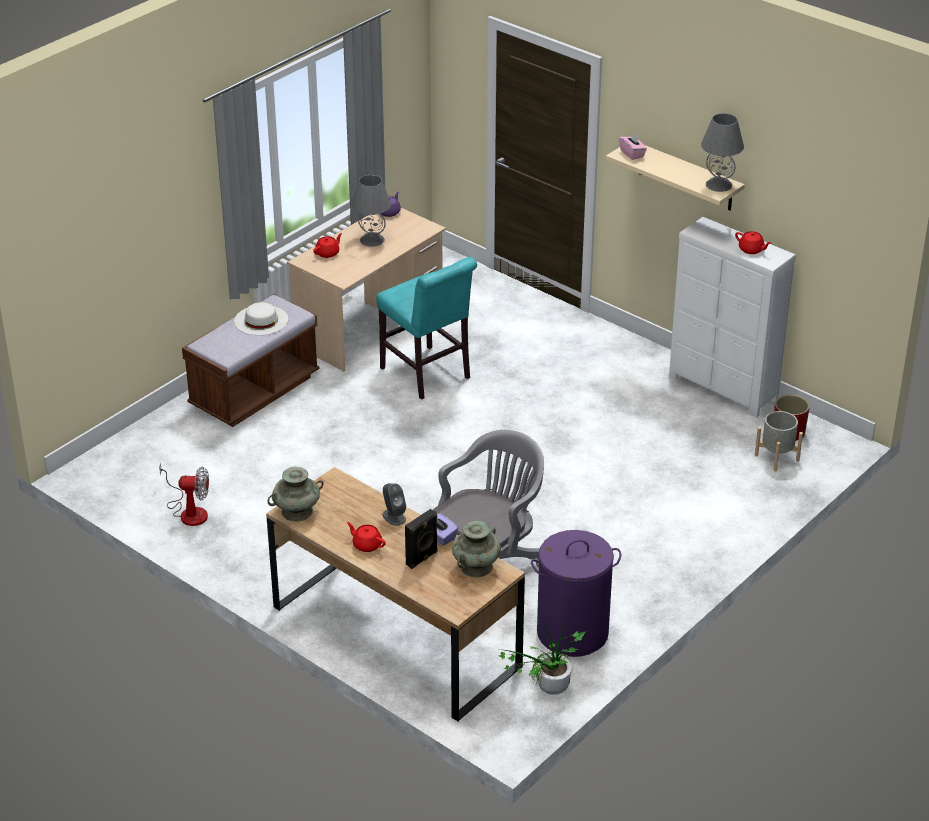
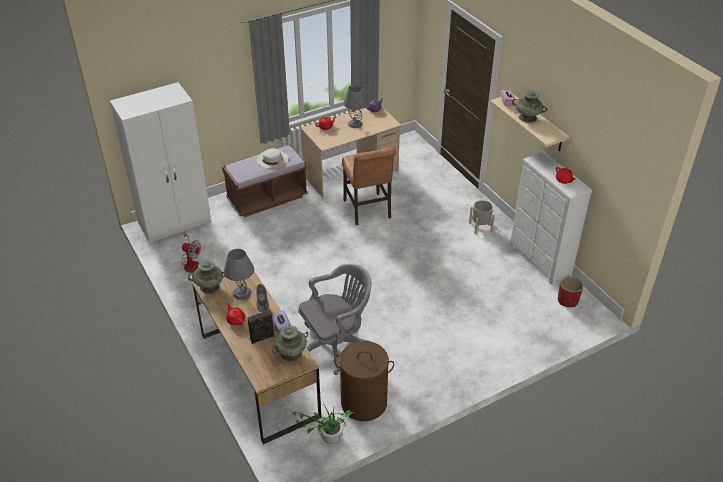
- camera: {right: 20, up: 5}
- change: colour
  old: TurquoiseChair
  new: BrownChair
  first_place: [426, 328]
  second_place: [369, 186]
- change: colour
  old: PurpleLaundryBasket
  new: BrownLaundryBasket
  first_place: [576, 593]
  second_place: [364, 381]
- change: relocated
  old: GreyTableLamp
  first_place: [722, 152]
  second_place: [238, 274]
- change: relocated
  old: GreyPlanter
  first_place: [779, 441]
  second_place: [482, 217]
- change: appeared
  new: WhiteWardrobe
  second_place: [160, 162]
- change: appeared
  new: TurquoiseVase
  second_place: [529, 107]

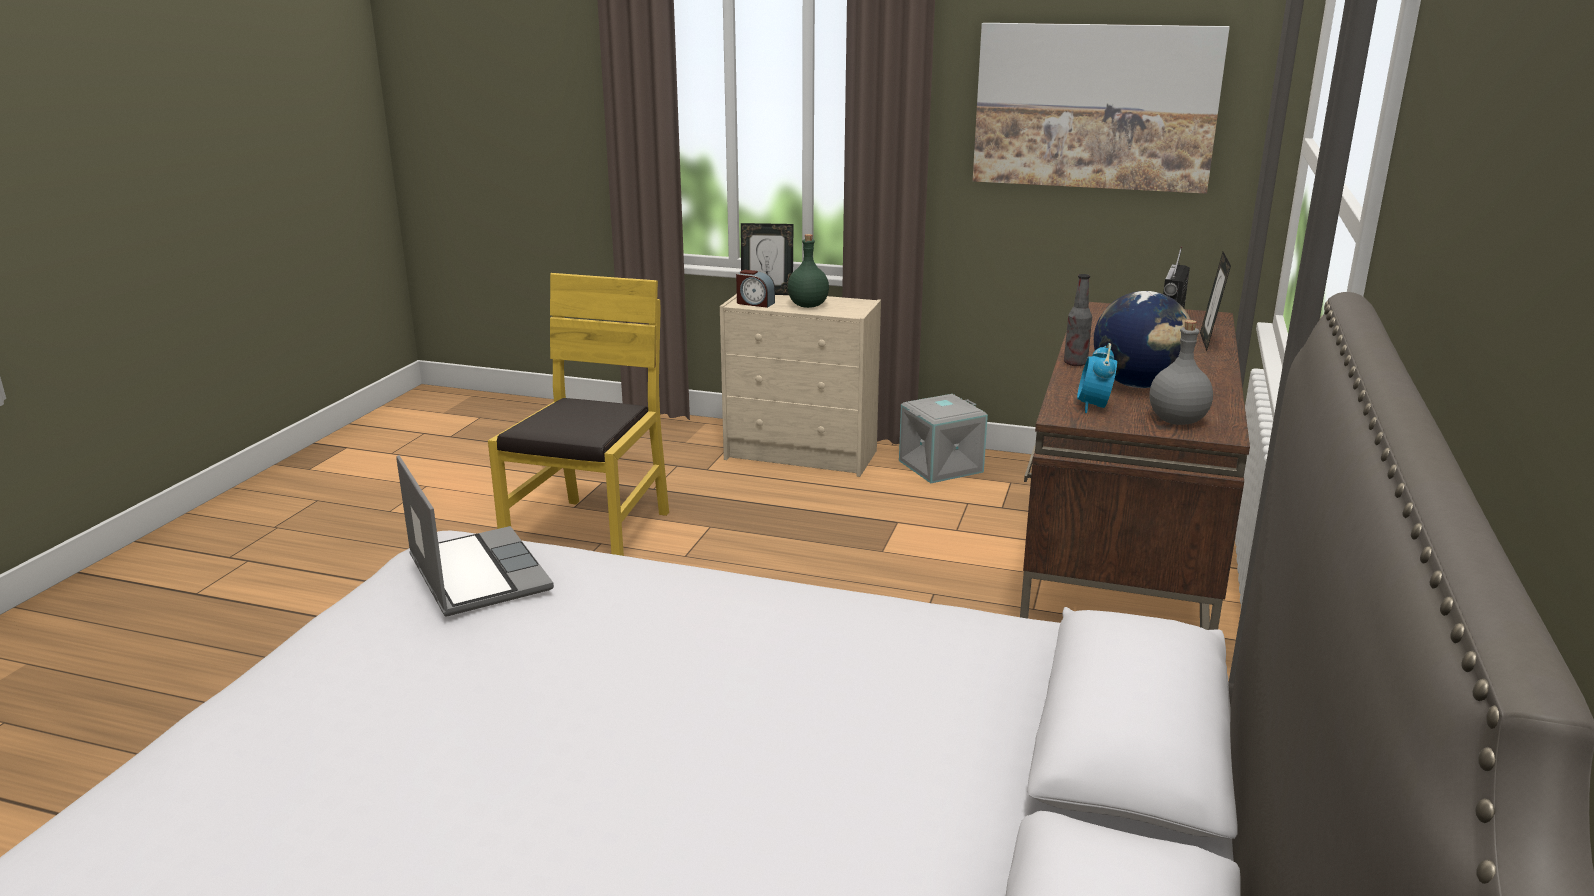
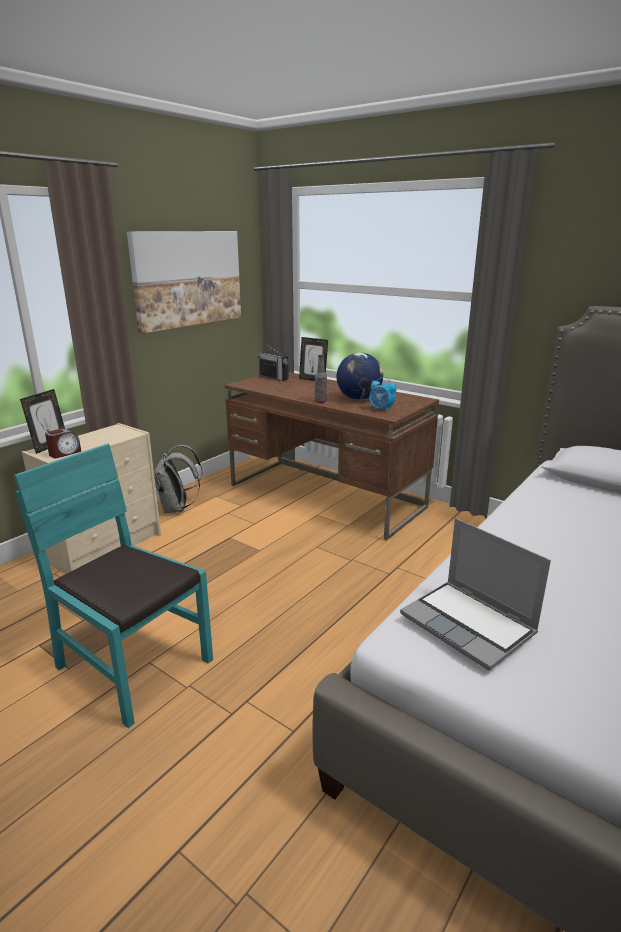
- camera: {right: -70, up: 0}
- change: spun
  old: Laptop
  first_place: [475, 536]
  second_place: [475, 594]
  degrees: -120
- change: colour
  old: YellowChair
  new: TurquoiseChair
  first_place: [578, 414]
  second_place: [113, 586]
- change: missing
  old: GreenBottle
  first_place: [808, 271]
- change: exchanged
  old: GreyStorageBox
  new: GreyBackpack
  first_place: [943, 438]
  second_place: [178, 479]
- change: missing
  old: GreyBottle
  first_place: [1181, 372]

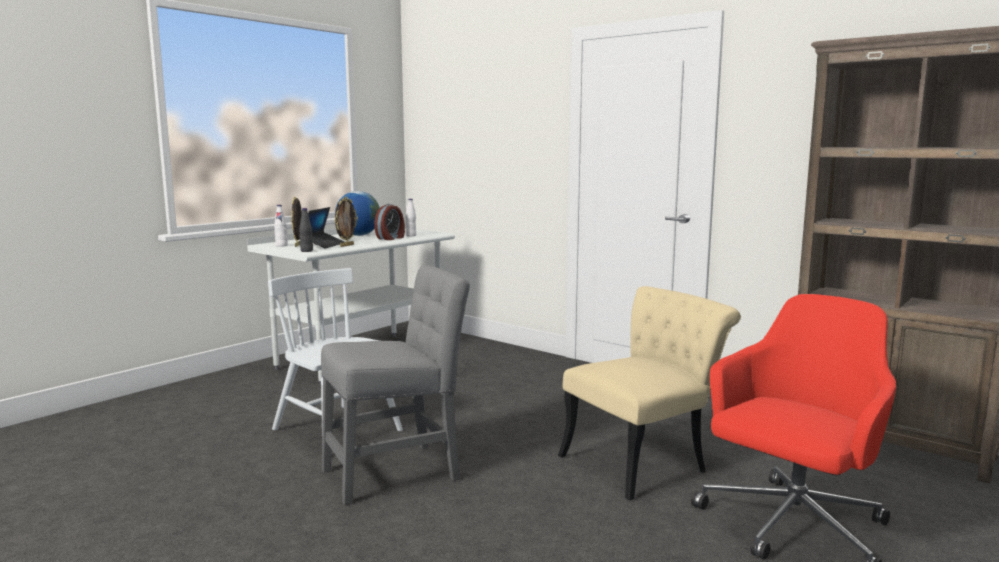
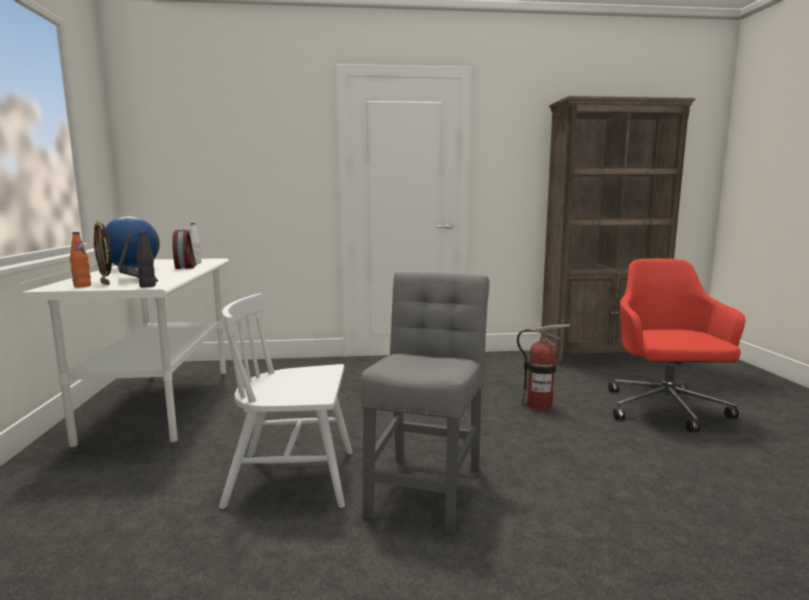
- camera: {right: -45, up: 0}
- change: colour
  old: WhiteBottle
  new: OrangeBottle
  first_place: [281, 226]
  second_place: [80, 260]
- change: missing
  old: PictureFrame
  first_place: [346, 221]
- change: exchanged
  old: BeigeChair
  new: FireExtinguisher
  first_place: [649, 393]
  second_place: [543, 367]

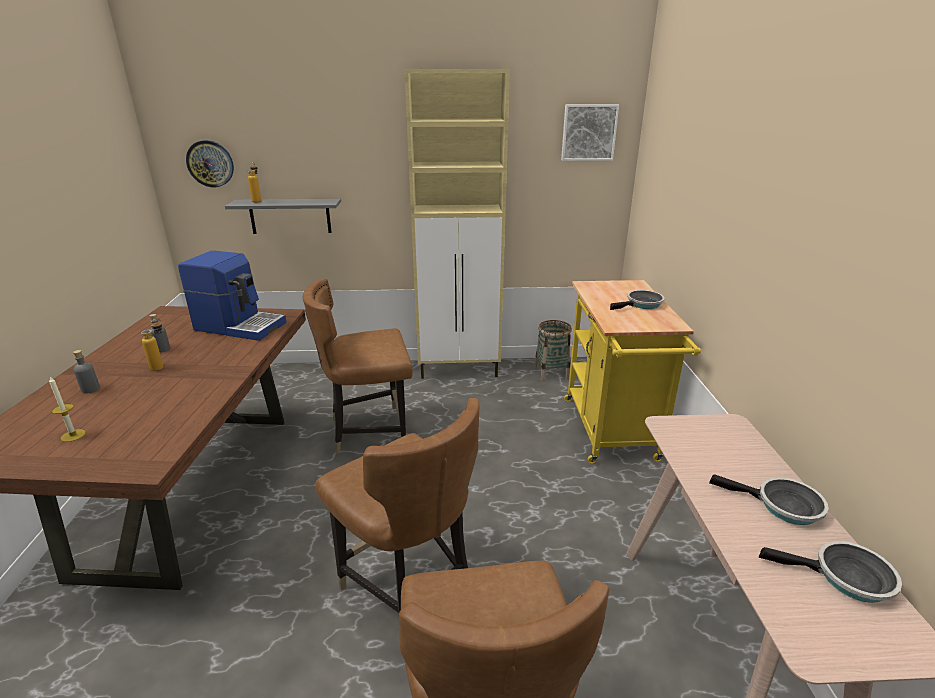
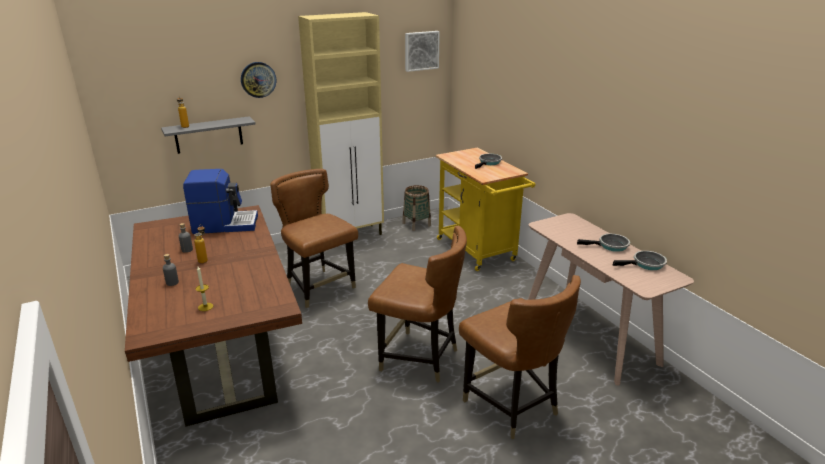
- camera: {right: -25, up: 0}
- change: relocated
  old: WallClock
  first_place: [210, 163]
  second_place: [258, 80]
- change: spun
  old: BrownChair
  first_place: [358, 366]
  second_place: [314, 238]
  degrees: 90

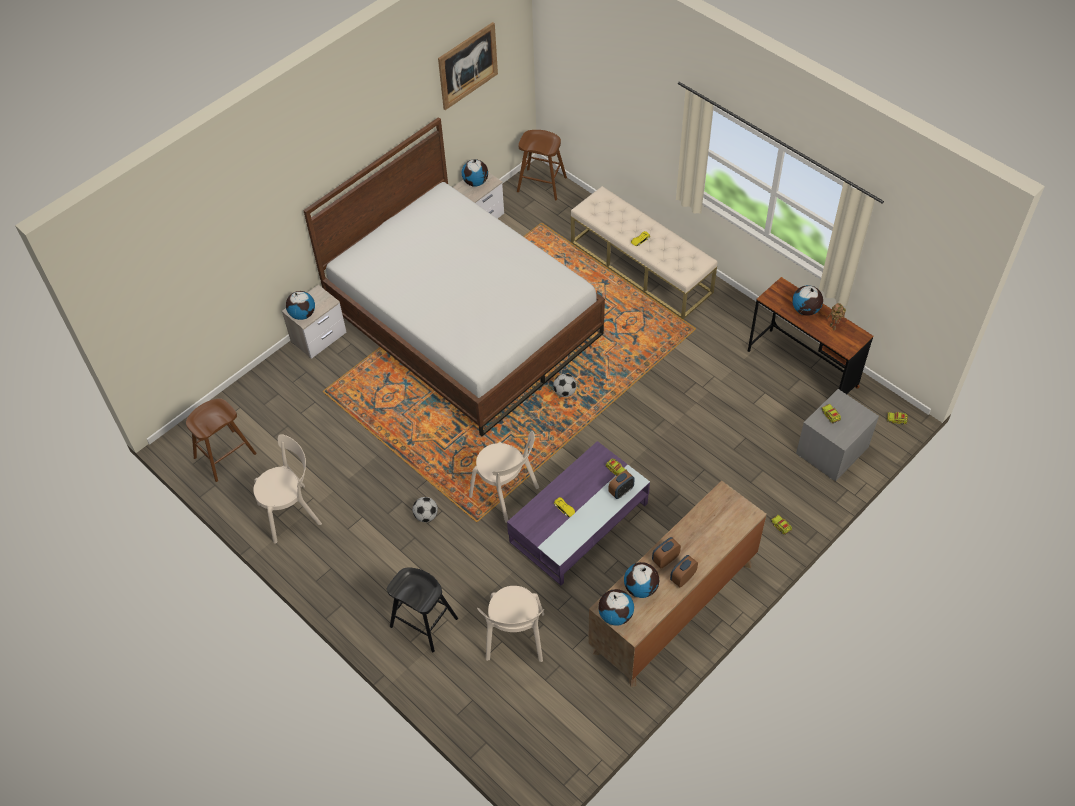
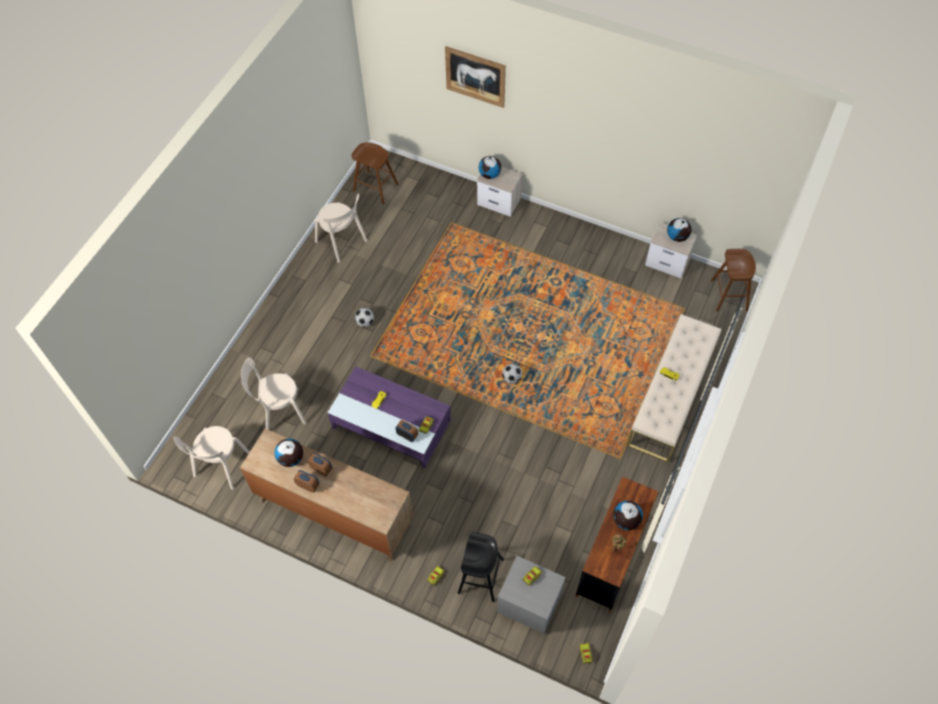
- camera: {right: 70, up: 5}
- change: missing
  old: Bed
  first_place: [454, 277]
- change: relocated
  old: BlackStool
  first_place: [422, 609]
  second_place: [481, 567]
- change: relocated
  old: Picture
  first_place: [468, 66]
  second_place: [475, 77]
- change: relocated
  old: BeigeChair
  first_place: [504, 477]
  second_place: [212, 458]
- change: missing
  old: Globe
  first_place: [616, 607]

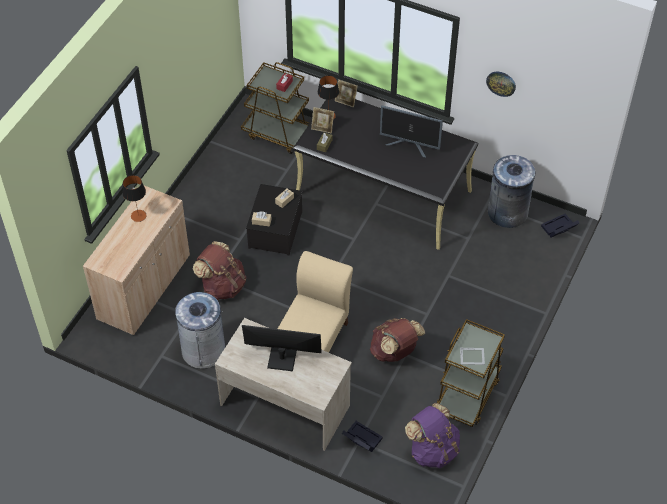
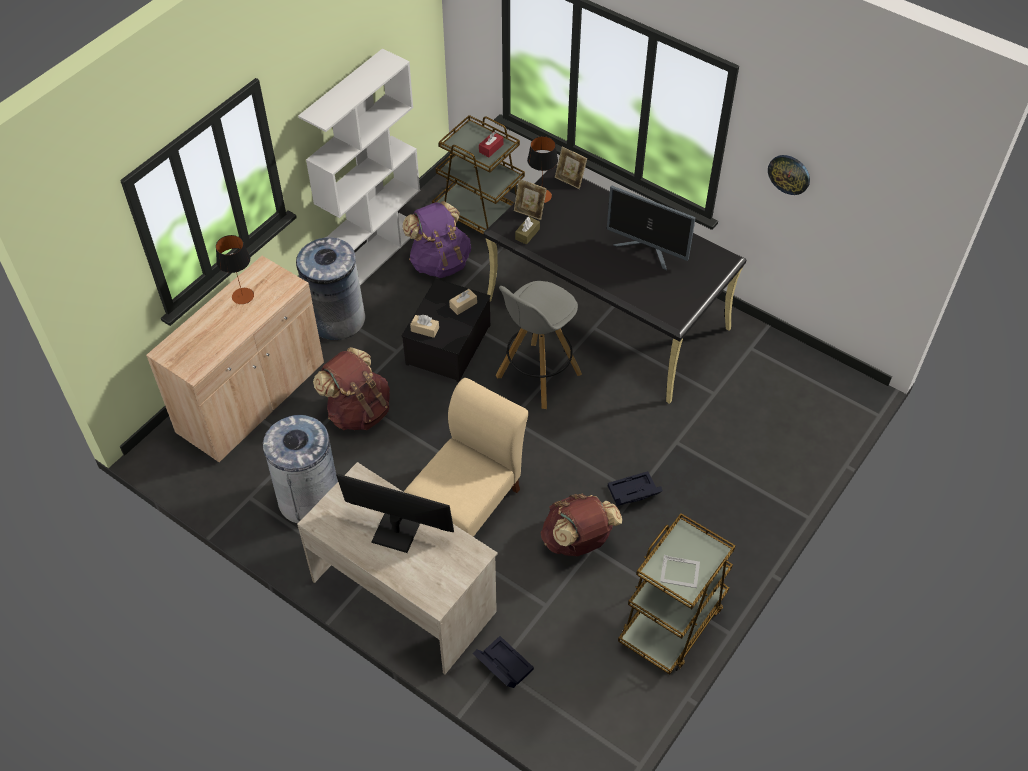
- camera: {right: 10, up: 0}
- change: relocated
  old: PurpleBackpack
  first_place: [432, 435]
  second_place: [436, 239]
- change: relocated
  old: GreyTrashCan
  first_place: [511, 191]
  second_place: [330, 288]
- change: relocated
  old: BlackStorageBox
  first_place: [560, 225]
  second_place: [635, 488]
- change: appeared
  new: WhiteBookcase
  second_place: [359, 166]
- change: appeared
  new: GreyStool
  second_place: [539, 345]

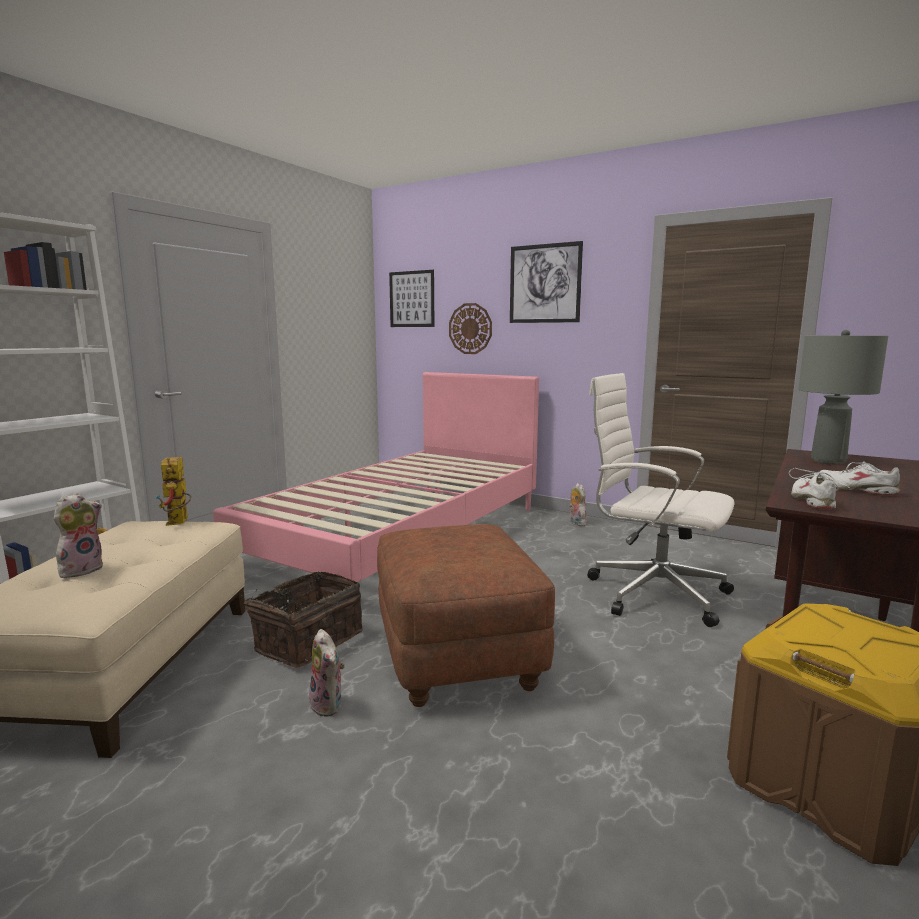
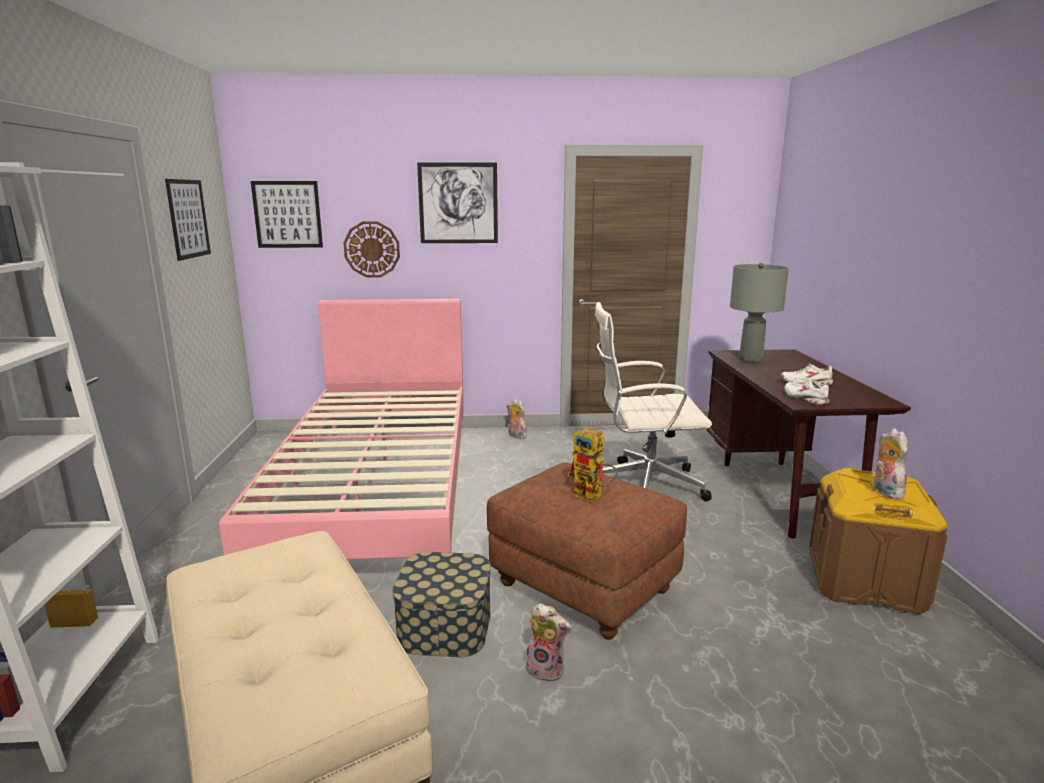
- camera: {right: -35, up: 5}
- change: relocated
  old: PlushToy
  first_place: [78, 535]
  second_place: [891, 463]
- change: relocated
  old: ToyRobot
  first_place: [173, 491]
  second_place: [592, 465]
- change: exchanged
  old: Basket
  new: StorageBox
  first_place: [302, 620]
  second_place: [441, 604]
- change: appeared
  new: Picture
  second_place: [188, 220]

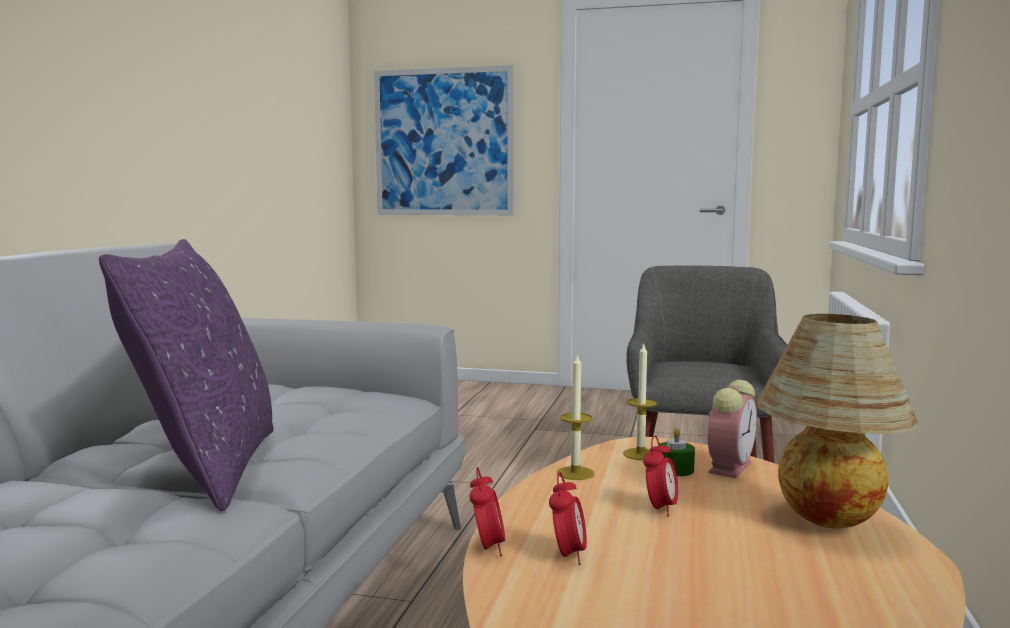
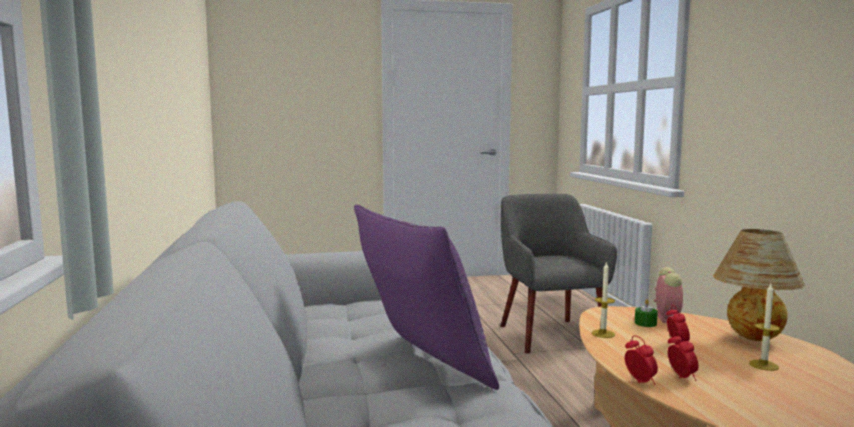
- camera: {right: -25, up: 0}
- change: missing
  old: Picture
  first_place: [444, 140]
- change: relocated
  old: Candle
  first_place: [640, 401]
  second_place: [764, 327]

